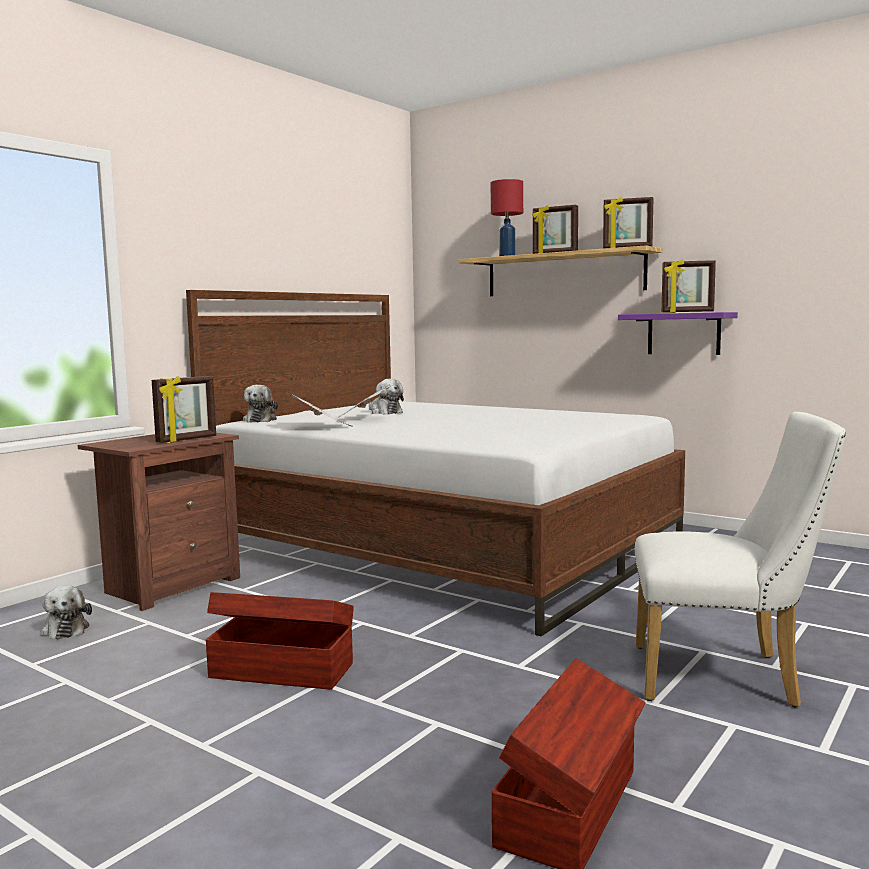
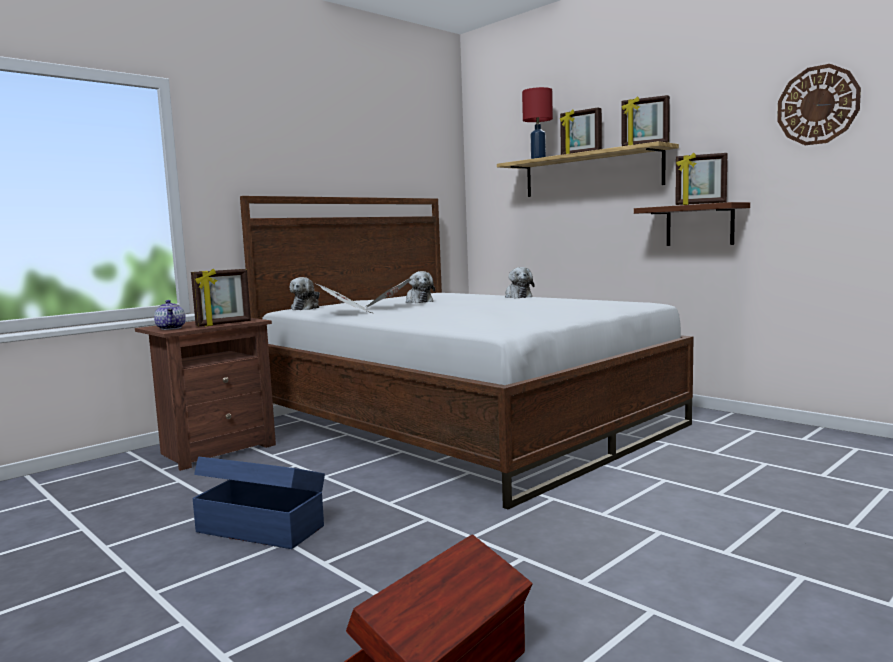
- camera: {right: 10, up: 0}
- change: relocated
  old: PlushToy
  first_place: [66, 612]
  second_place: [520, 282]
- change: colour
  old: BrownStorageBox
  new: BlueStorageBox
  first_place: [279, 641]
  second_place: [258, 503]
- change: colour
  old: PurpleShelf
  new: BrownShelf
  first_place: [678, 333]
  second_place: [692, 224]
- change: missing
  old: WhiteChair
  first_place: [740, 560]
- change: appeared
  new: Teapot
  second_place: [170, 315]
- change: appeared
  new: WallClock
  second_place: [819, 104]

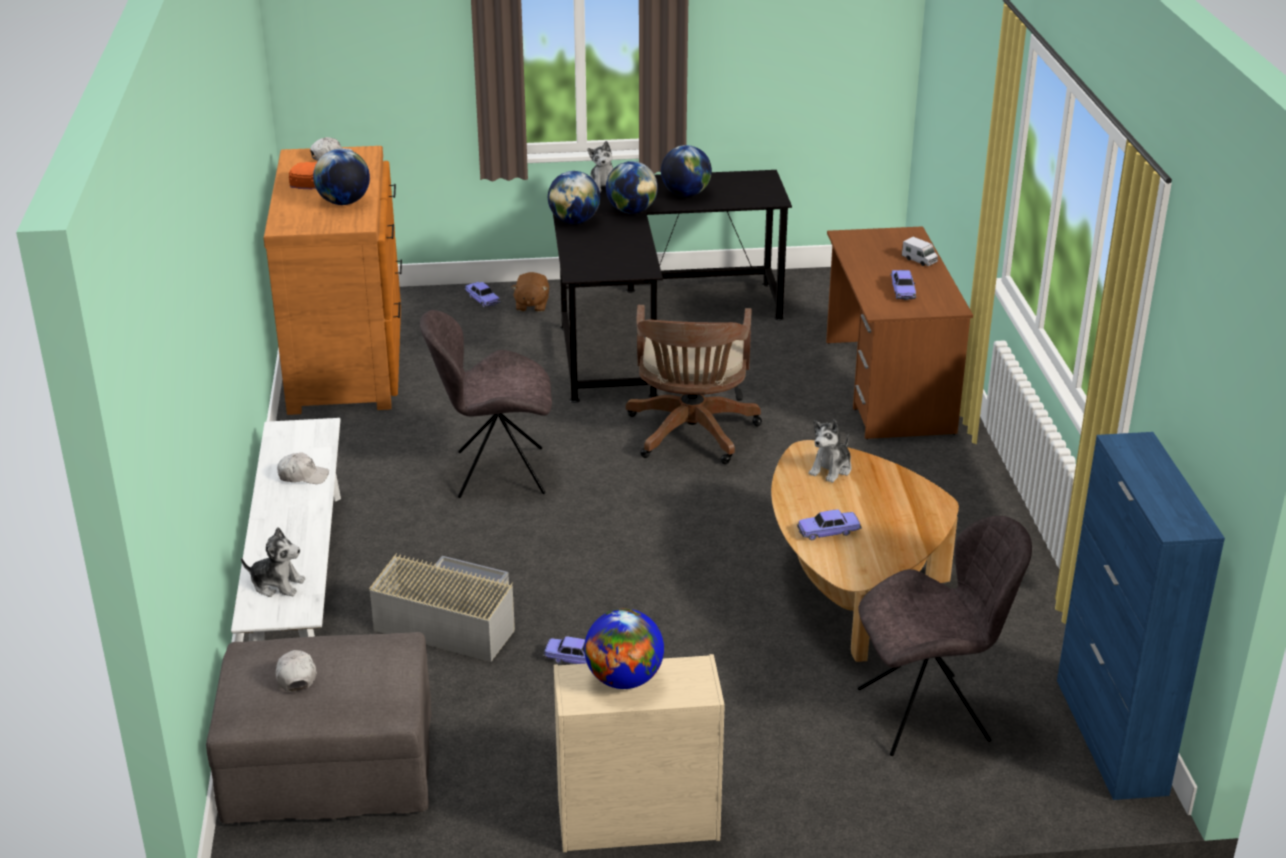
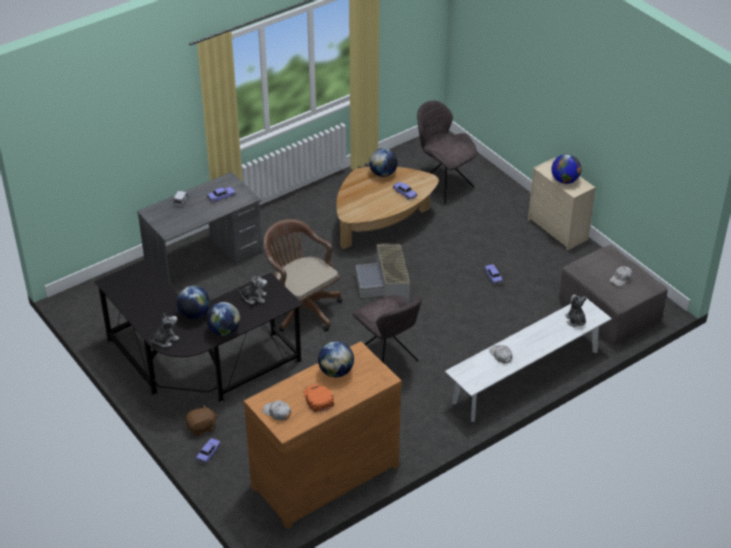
- camera: {right: -120, up: 10}
- change: relocated
  old: GreyStorageBox
  first_place: [442, 607]
  second_place: [383, 272]
- change: spun
  old: BrownOfficeChair
  first_place: [694, 384]
  second_place: [303, 275]
  degrees: -105
- change: relocated
  old: Globe
  first_place: [686, 171]
  second_place: [383, 162]
- change: relocated
  old: PlushToy
  first_place: [830, 451]
  second_place: [252, 288]
- change: colour
  old: BrownDesk
  new: GreyDesk
  first_place: [899, 332]
  second_place: [200, 229]
- change: missing
  old: BlueCabinet
  first_place: [1141, 616]

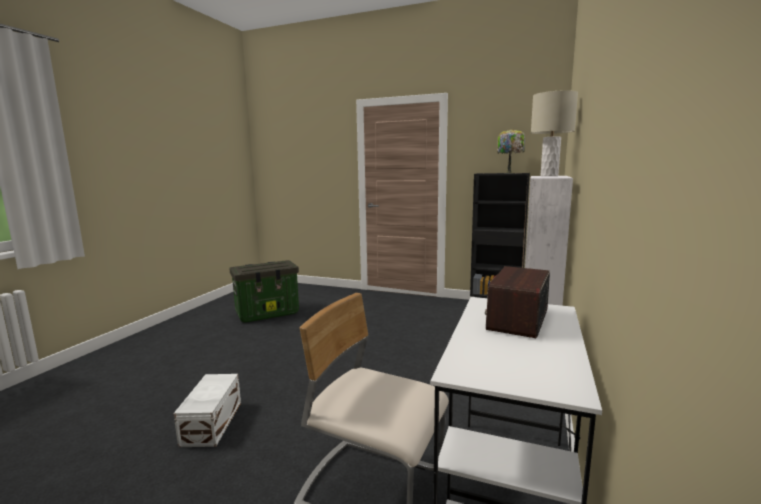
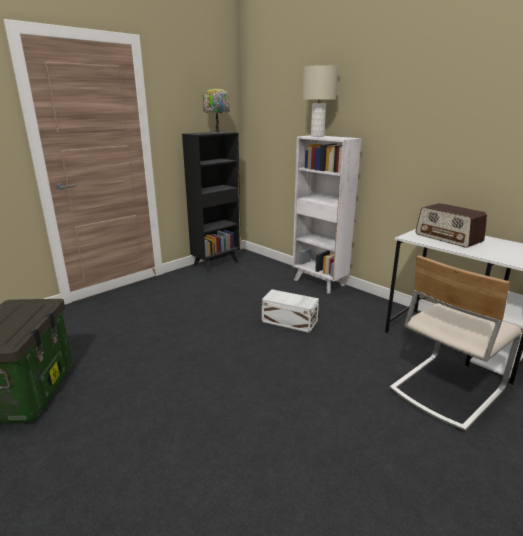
- camera: {right: -65, up: 10}
- change: relocated
  old: WhiteStorageBox
  first_place: [207, 410]
  second_place: [290, 311]

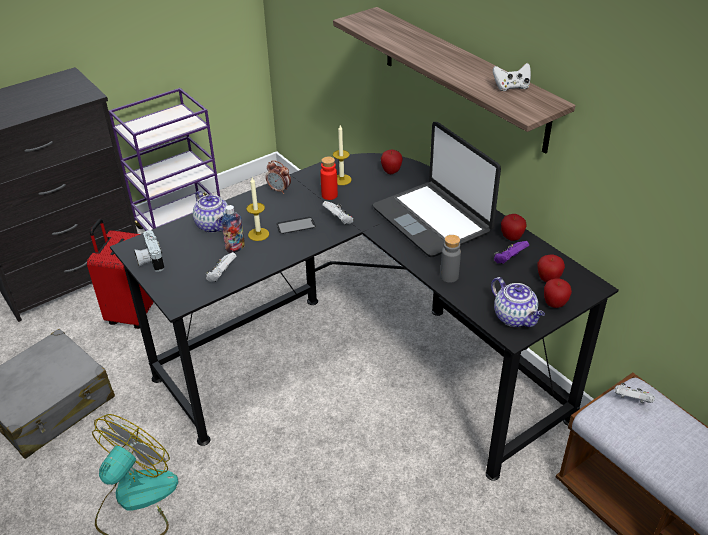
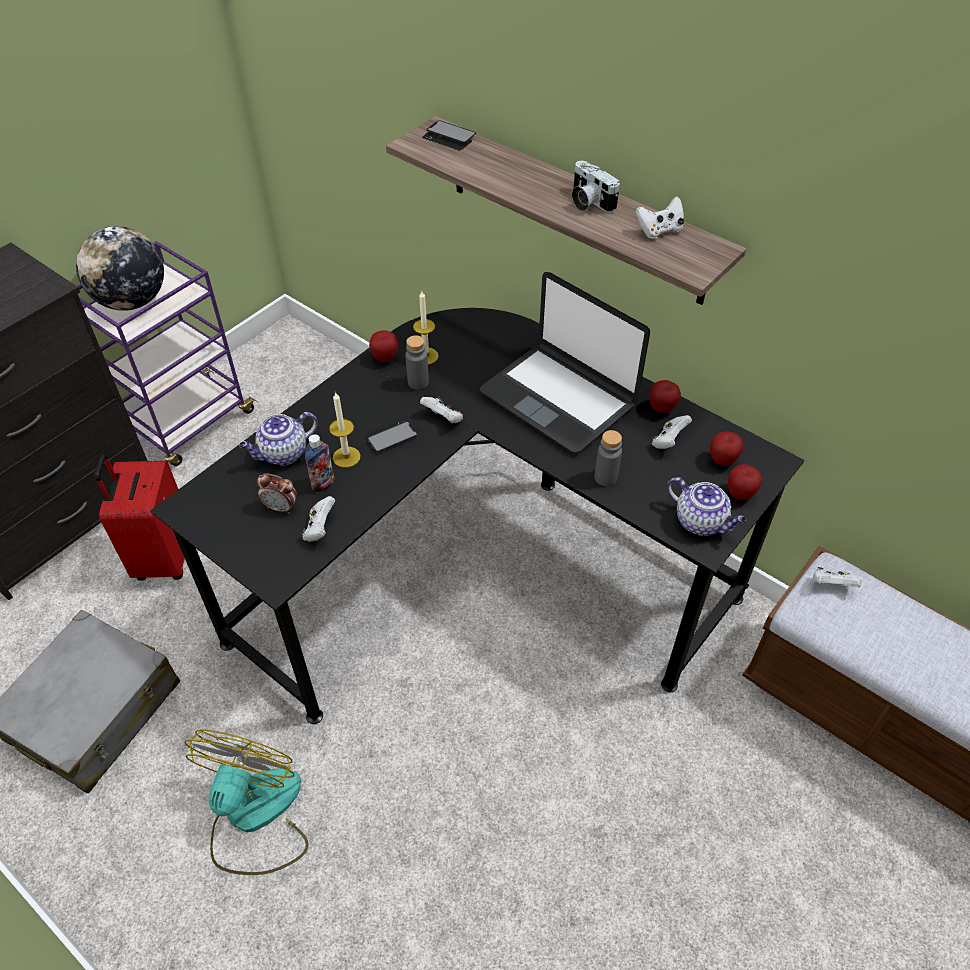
- camera: {right: -15, up: 10}
- change: relocated
  old: PhotoCamera
  first_place: [149, 251]
  second_place: [596, 187]
- change: spun
  old: Teapot
  first_place: [210, 212]
  second_place: [278, 438]
  degrees: 105
- change: relocated
  old: AlarmClock
  first_place: [278, 177]
  second_place: [277, 493]
- change: colour
  old: RedBottle
  new: GreyBottle
  first_place: [329, 178]
  second_place: [417, 362]
- change: relocated
  old: Apple
  first_place: [392, 162]
  second_place: [383, 346]
- change: colour
  old: PurpleGameController
  new: WhiteGameController
  first_place: [511, 252]
  second_place: [672, 432]
- change: appeared
  new: Globe
  second_place: [120, 268]
- change: appeared
  new: Phone
  second_place: [449, 135]

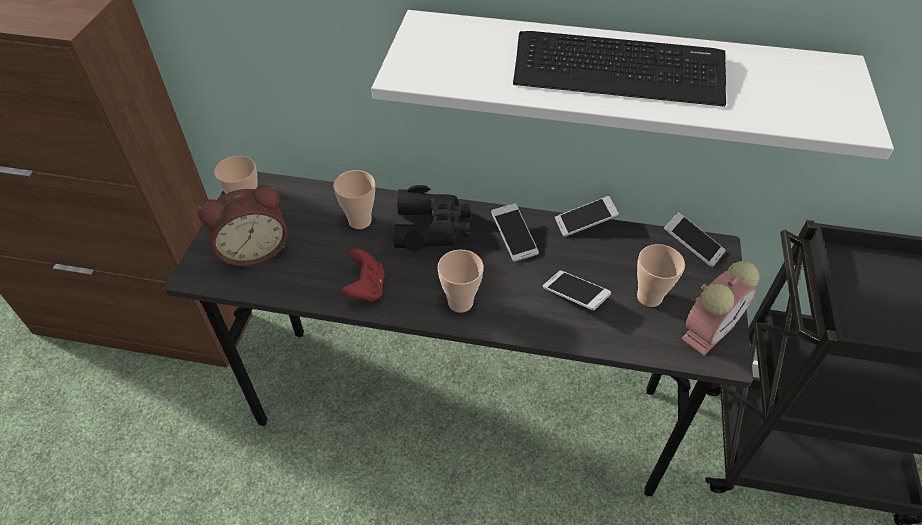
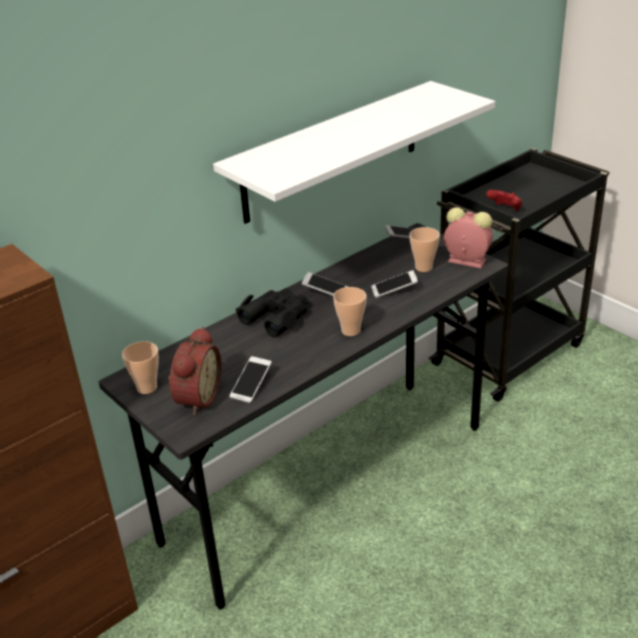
- camera: {right: -50, up: -15}
- change: missing
  old: Cup
  first_place: [354, 199]
- change: relocated
  old: RedGameController
  first_place: [363, 275]
  second_place: [504, 200]
- change: missing
  old: Keyboard
  first_place: [619, 69]
- change: relocated
  old: Phone
  first_place: [587, 216]
  second_place: [251, 379]
- change: spun
  old: AlarmClock
  first_place: [720, 308]
  second_place: [468, 237]
  degrees: -60

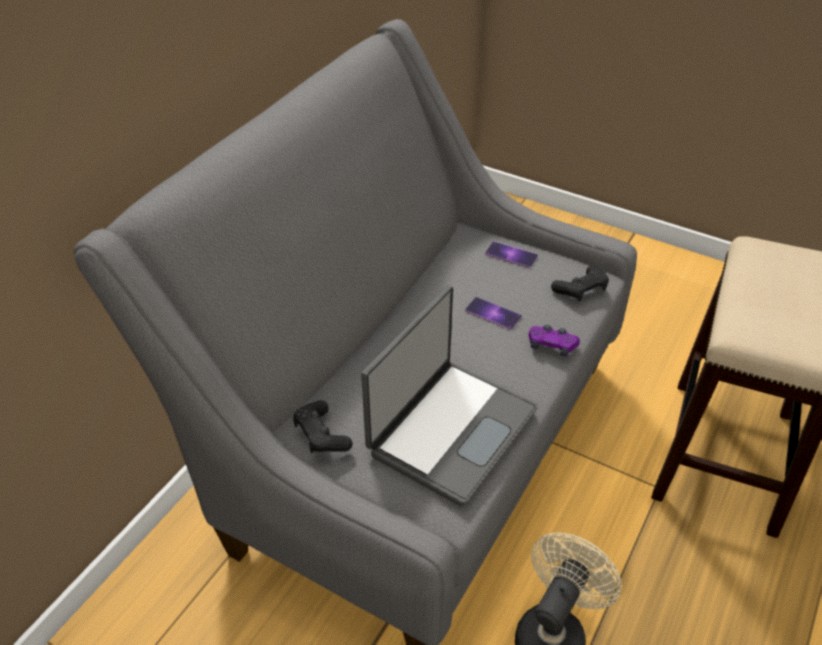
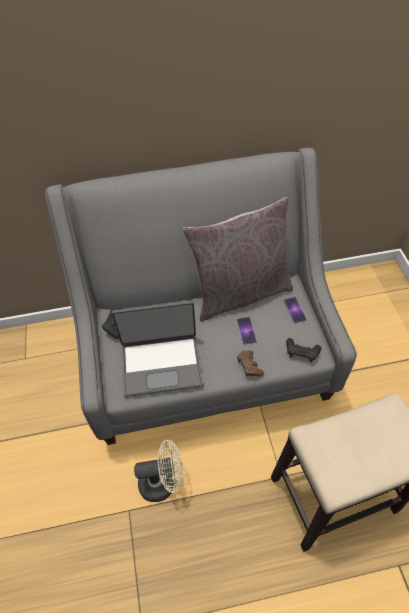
- camera: {right: 50, up: 10}
- change: colour
  old: PurpleGameController
  new: BrownGameController
  first_place: [554, 340]
  second_place: [250, 363]
- change: appeared
  new: GreyPillow
  second_place: [238, 259]

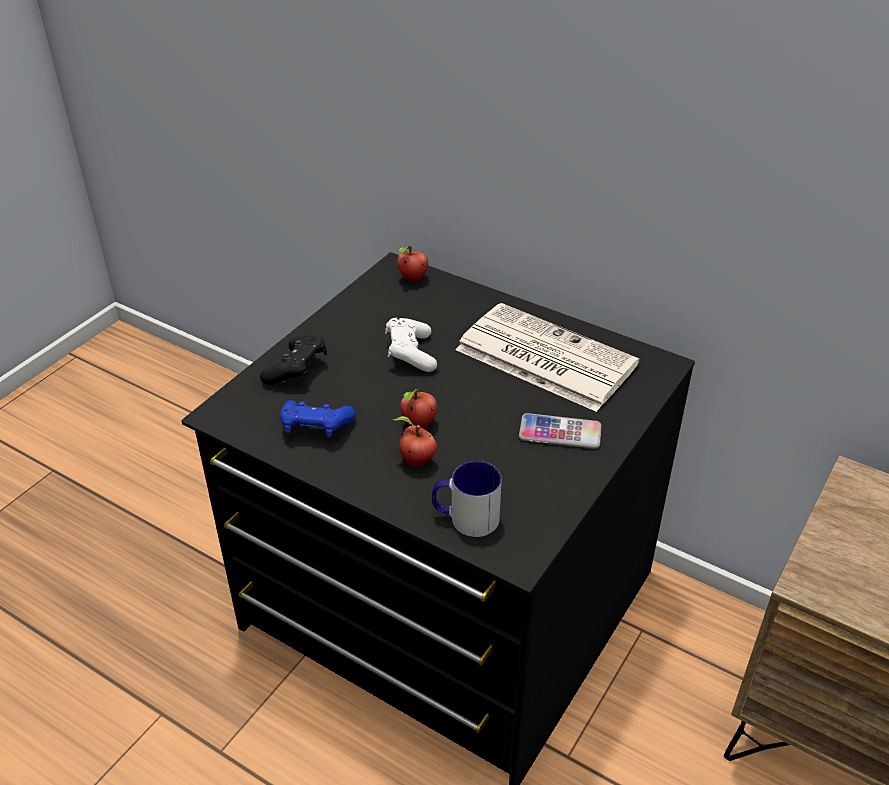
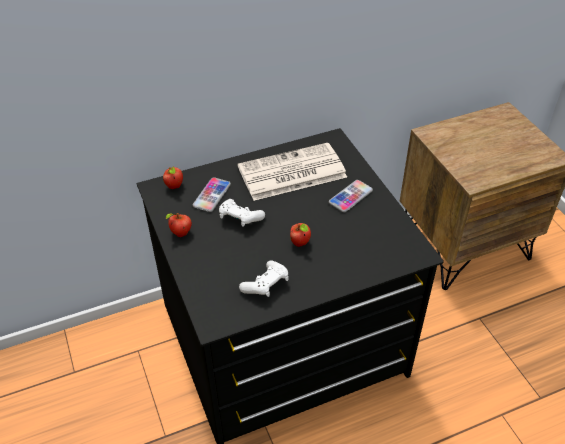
- camera: {right: -55, up: 5}
- change: missing
  old: BlackGameController
  first_place: [293, 360]
- change: colour
  old: BlueGameController
  new: WhiteGameController
  first_place: [318, 418]
  second_place: [264, 279]
- change: relocated
  old: Apple
  first_place: [415, 442]
  second_place: [179, 225]
- change: missing
  old: Mug
  first_place: [467, 499]
- change: appeared
  new: Phone
  second_place: [212, 194]

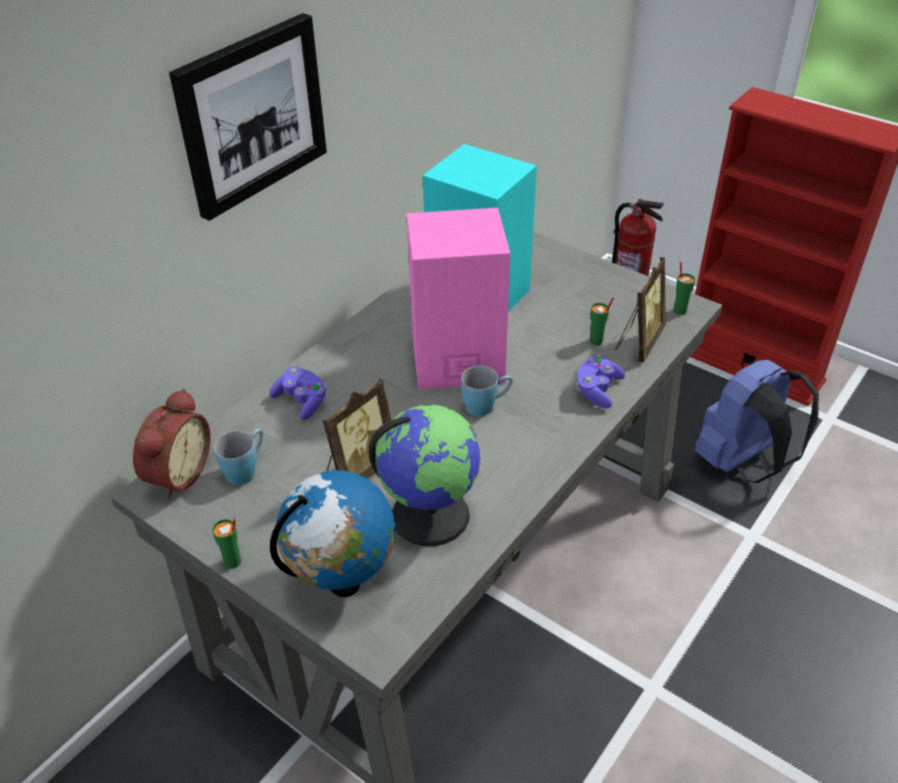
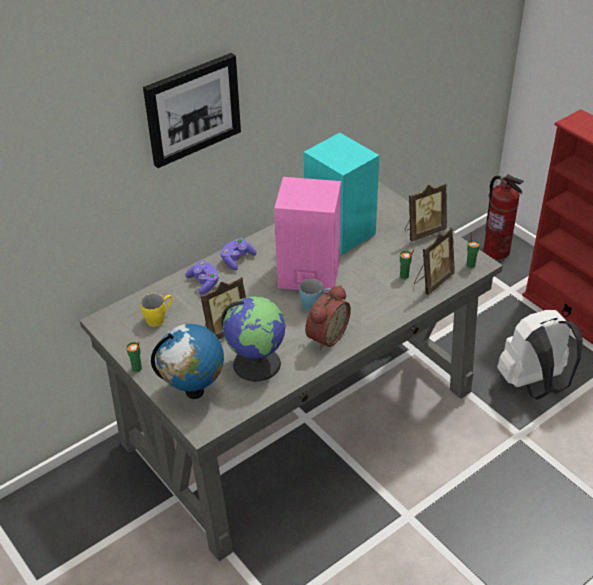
- camera: {right: 15, up: 0}
- change: relocated
  old: AlarmClock
  first_place: [172, 443]
  second_place: [328, 317]
- change: colour
  old: BlueMug
  new: YellowMug
  first_place: [238, 457]
  second_place: [156, 310]
- change: relocated
  old: PurpleGameController
  first_place: [600, 381]
  second_place: [238, 254]
- change: colour
  old: BlueBackpack
  new: WhiteBackpack
  first_place: [757, 421]
  second_place: [540, 355]
- change: appeared
  new: PictureFrame
  second_place: [426, 212]

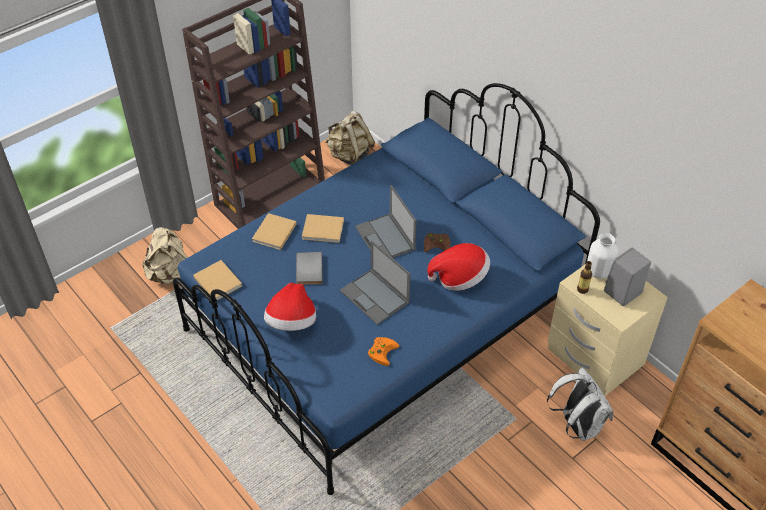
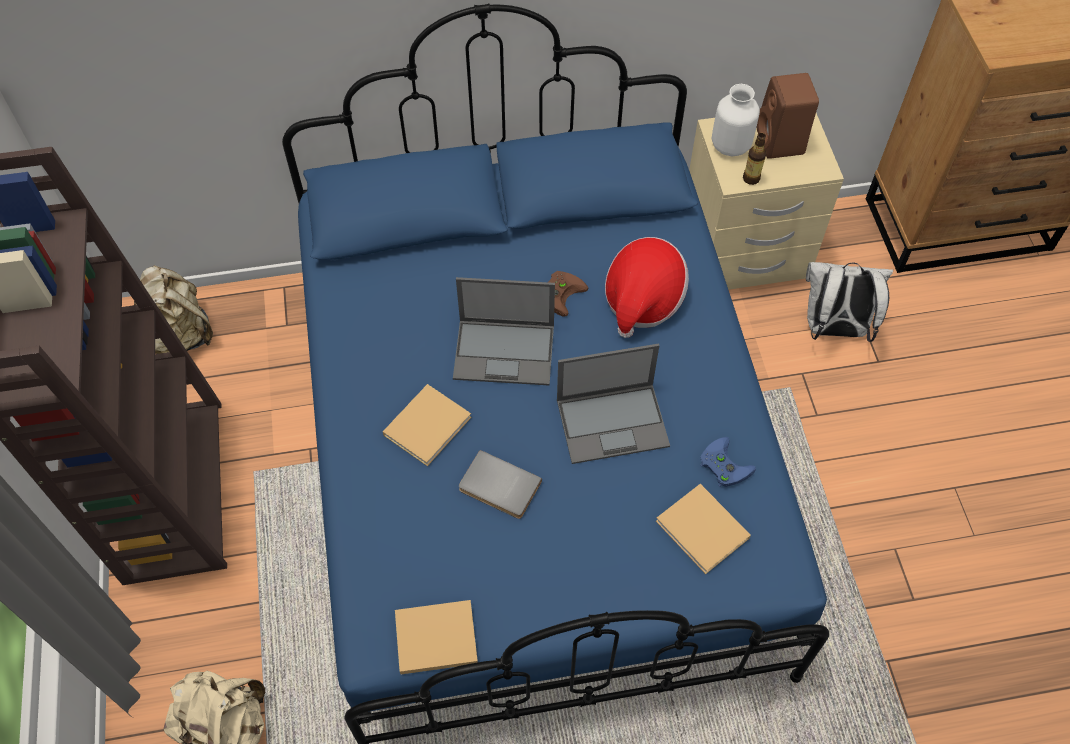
- camera: {right: -60, up: 10}
- change: relocated
  old: BeigeBook
  first_place: [274, 231]
  second_place: [703, 529]
- change: missing
  old: Hat
  first_place: [290, 307]
- change: colour
  old: OrangeGameController
  new: BlueGameController
  first_place: [383, 351]
  second_place: [728, 462]
- change: colour
  old: GreySpeaker
  new: BrownSpeaker
  first_place: [627, 277]
  second_place: [788, 116]

